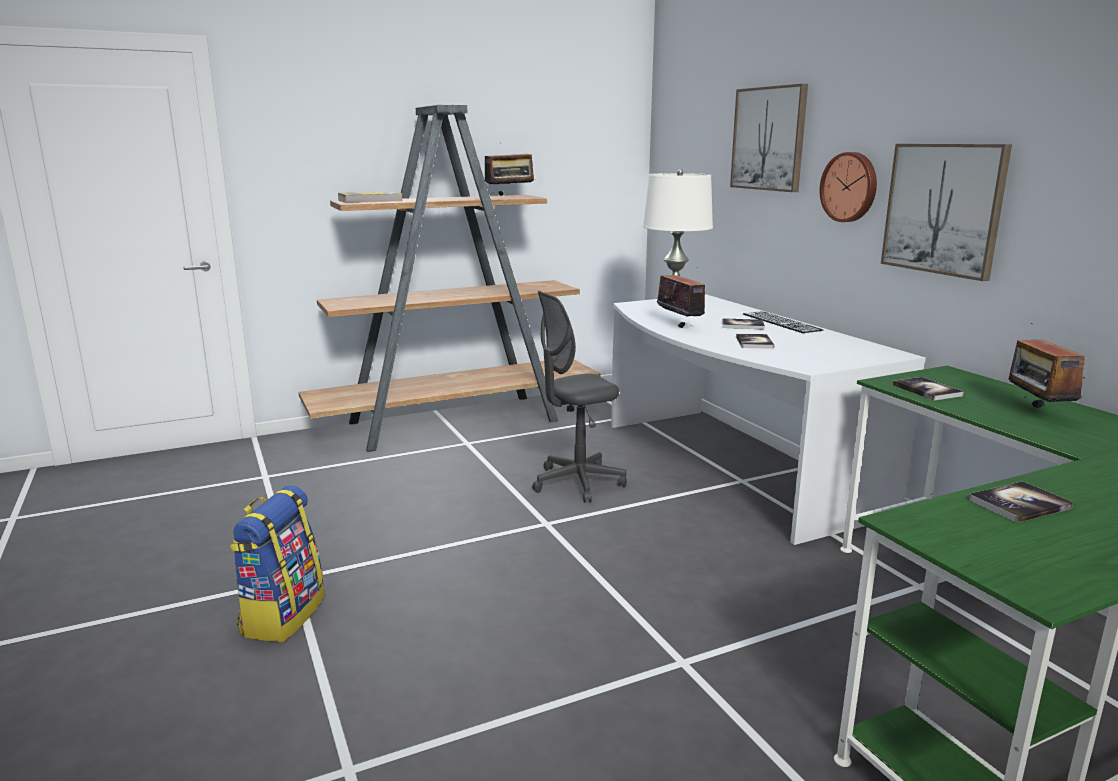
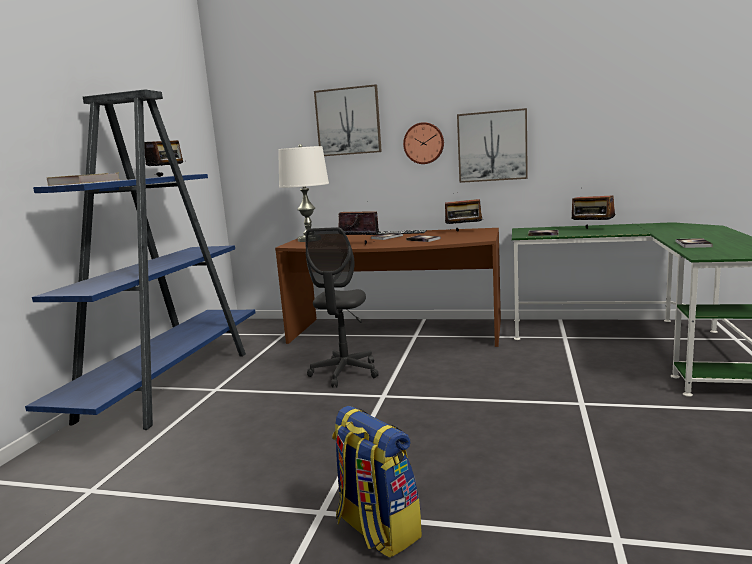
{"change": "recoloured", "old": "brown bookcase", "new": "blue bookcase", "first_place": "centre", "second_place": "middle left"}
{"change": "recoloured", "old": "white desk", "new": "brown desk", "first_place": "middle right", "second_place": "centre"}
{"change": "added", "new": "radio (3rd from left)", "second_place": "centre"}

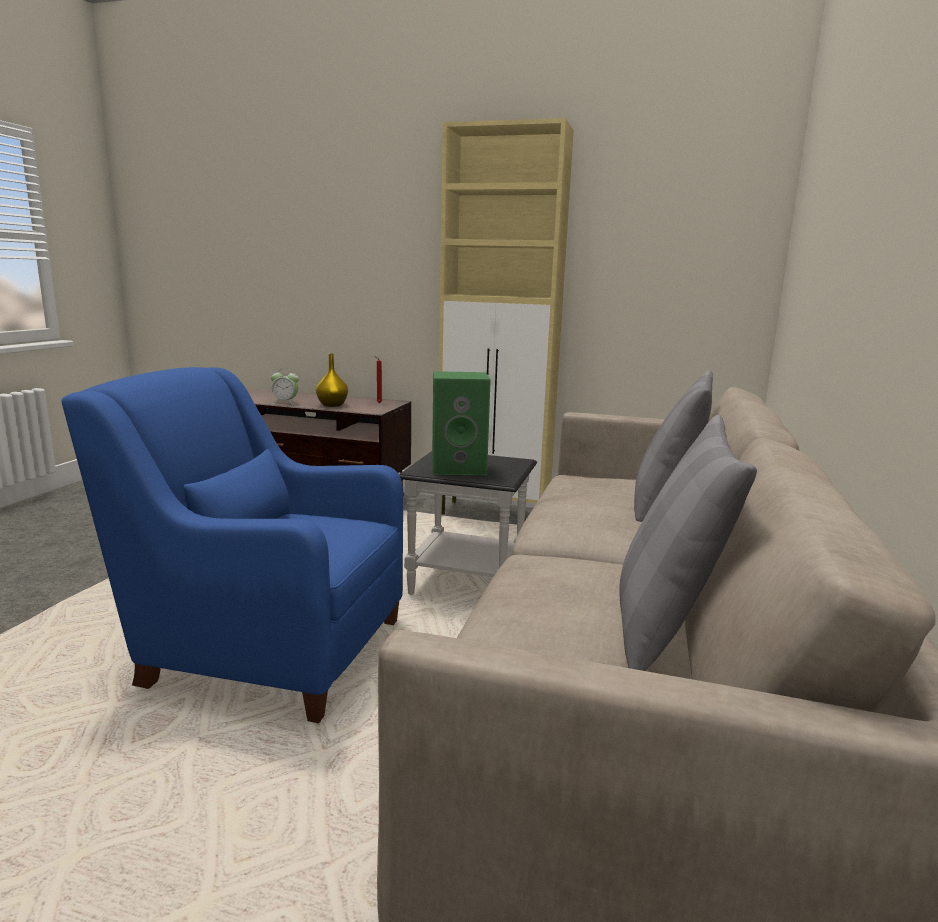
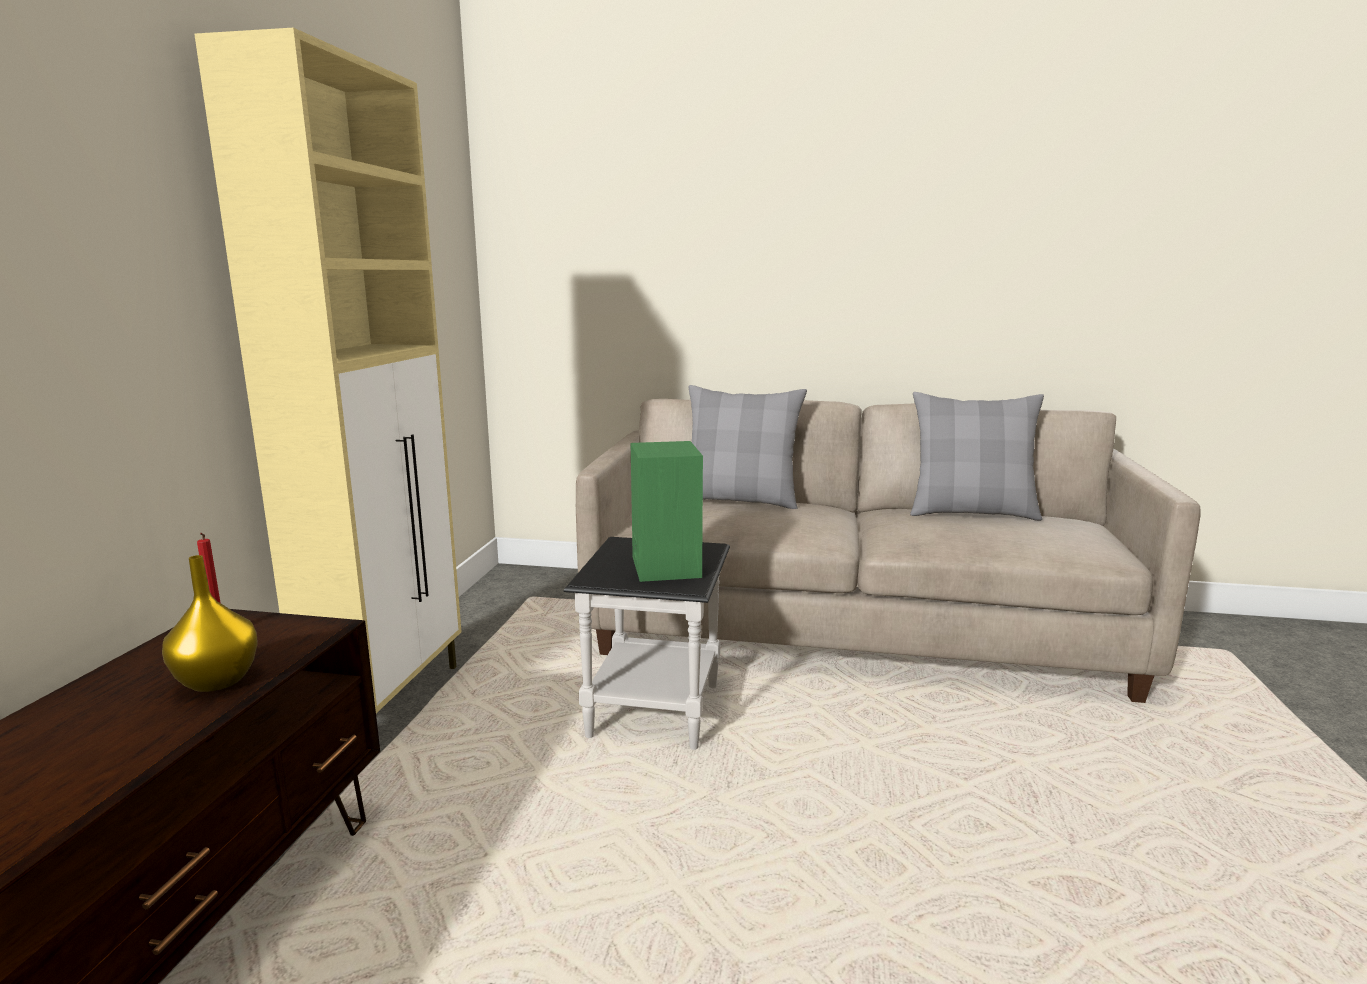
{"change": "removed", "old": "blue armchair", "first_place": "middle left"}
{"change": "removed", "old": "alarm clock", "first_place": "middle left"}

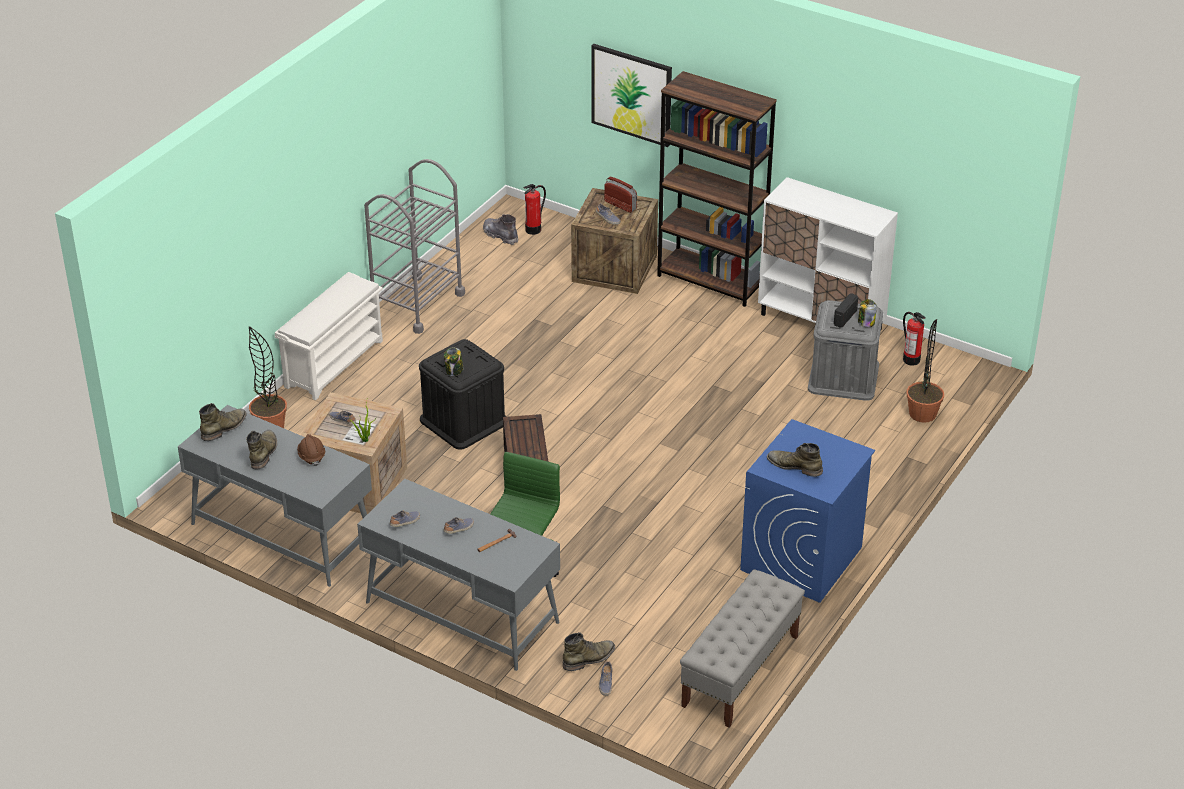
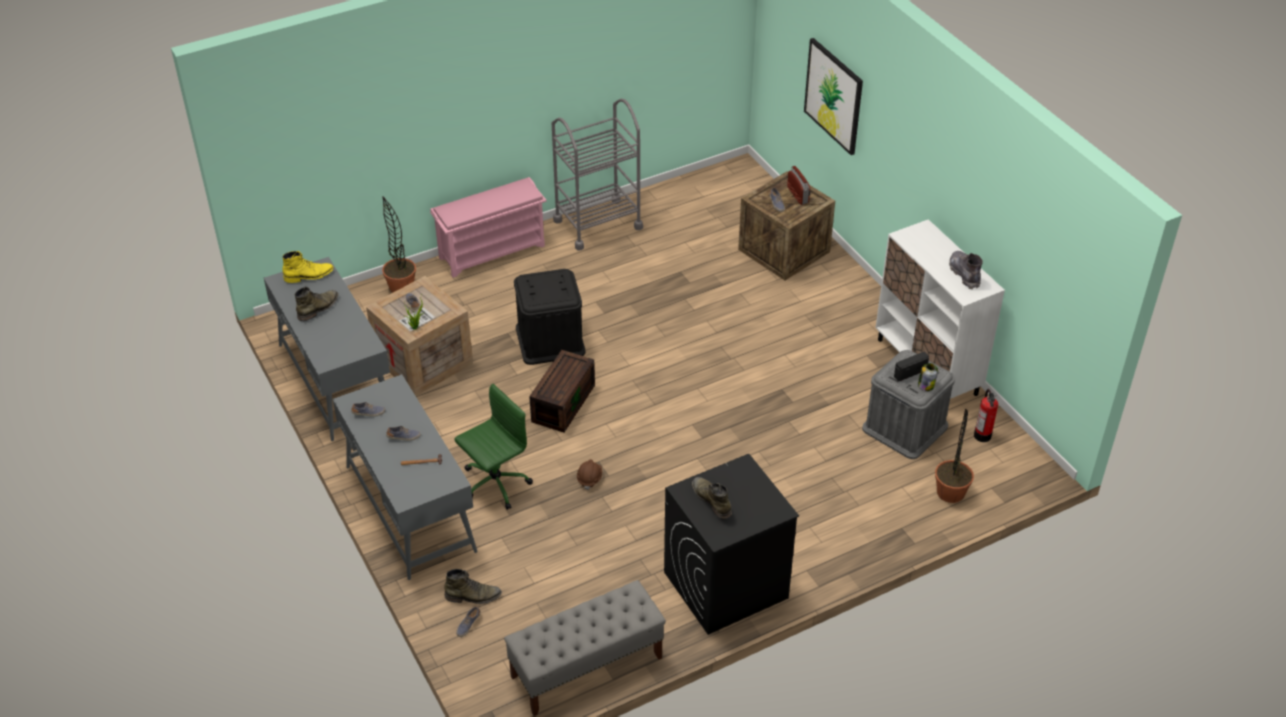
{"change": "recoloured", "old": "green boot (1st from left)", "new": "yellow boot", "first_place": "middle left", "second_place": "middle left"}
{"change": "recoloured", "old": "white shoe rack", "new": "pink shoe rack", "first_place": "middle left", "second_place": "top centre"}
{"change": "moved", "old": "brown hard hat", "first_place": "middle left", "second_place": "centre"}
{"change": "removed", "old": "jar (1st from left)", "first_place": "centre"}
{"change": "moved", "old": "grey boot", "first_place": "top centre", "second_place": "middle right"}
{"change": "removed", "old": "fire extinguisher (1st from left)", "first_place": "top centre"}
{"change": "removed", "old": "brown bookcase", "first_place": "top centre"}
{"change": "recoloured", "old": "blue washing machine", "new": "black washing machine", "first_place": "middle right", "second_place": "bottom centre"}

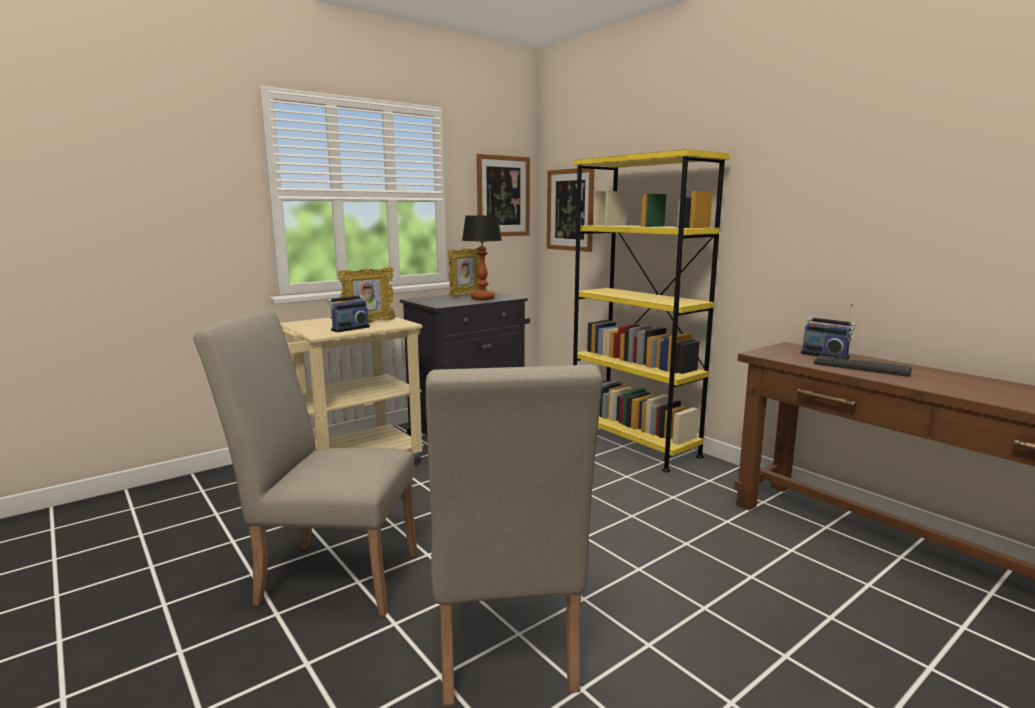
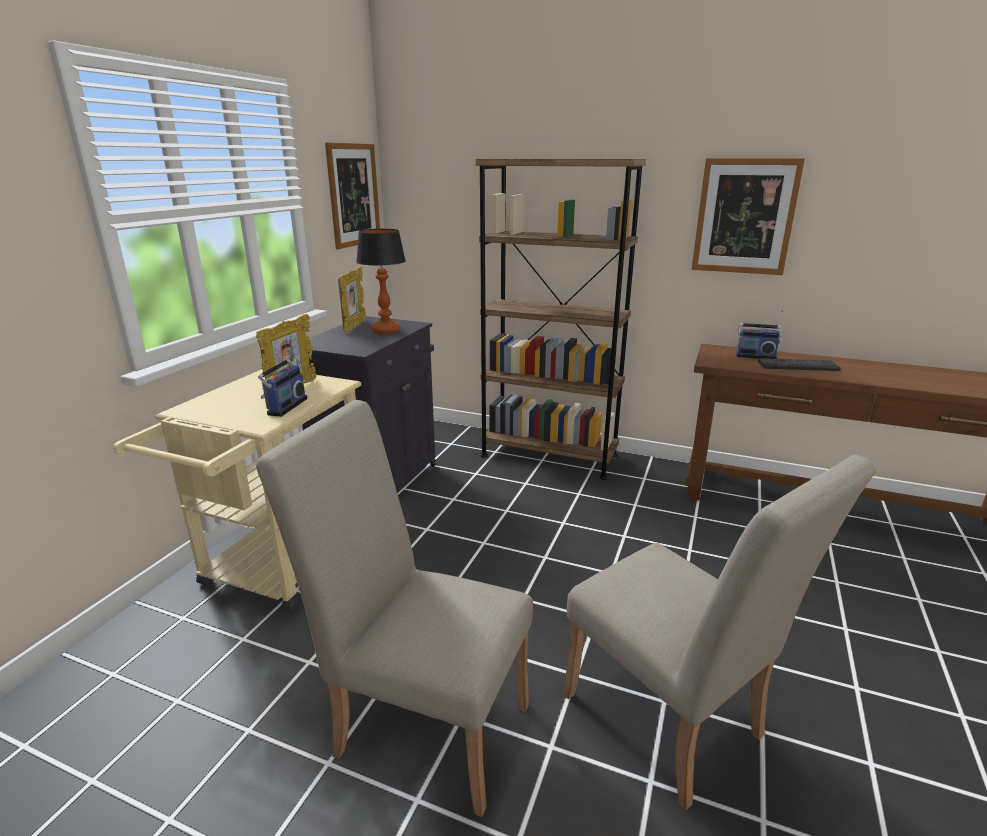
{"change": "turned", "old": "beige chair (1st from left)", "first_place": "middle left", "second_place": "bottom centre", "degrees": 45}
{"change": "moved", "old": "picture (2nd from left)", "first_place": "top centre", "second_place": "top right"}
{"change": "recoloured", "old": "yellow bookcase", "new": "brown bookcase", "first_place": "centre", "second_place": "centre"}

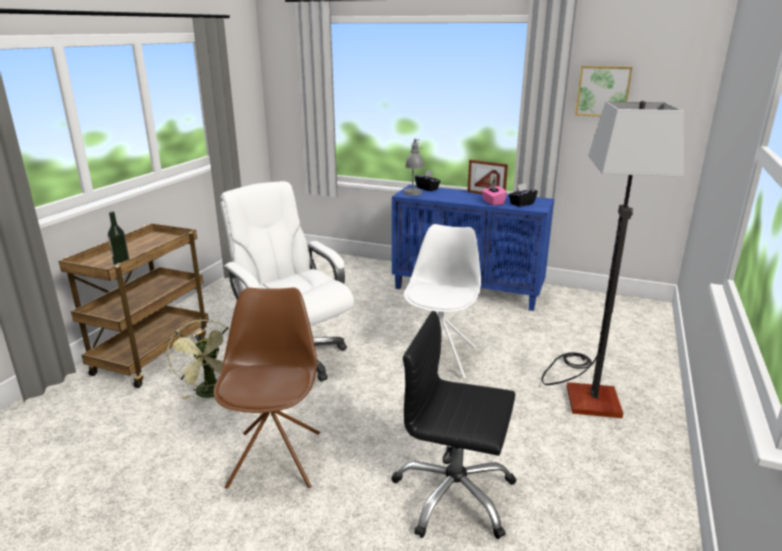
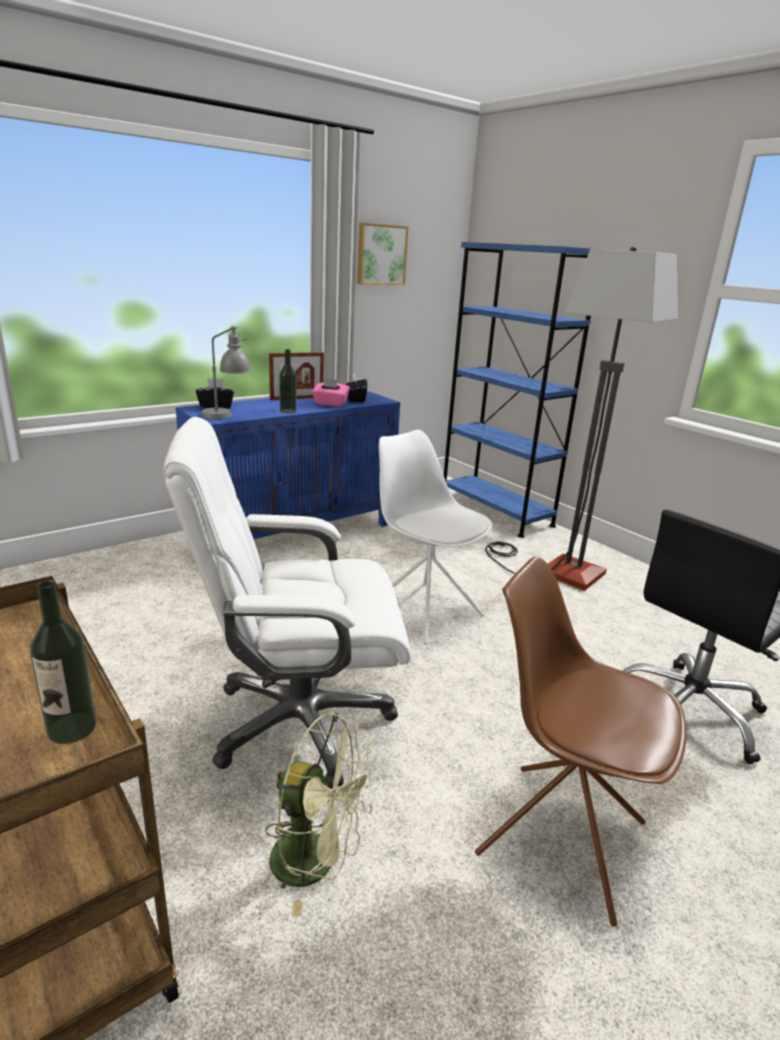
{"change": "added", "new": "bottle (2nd from left)", "second_place": "centre"}
{"change": "added", "new": "blue bookcase", "second_place": "middle right"}

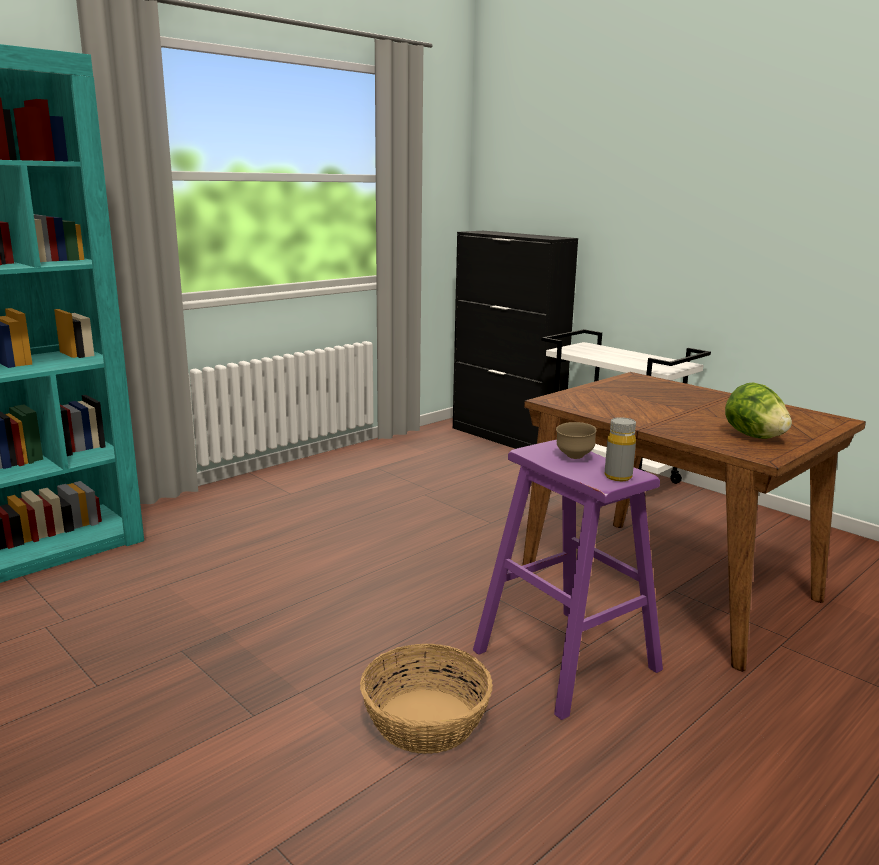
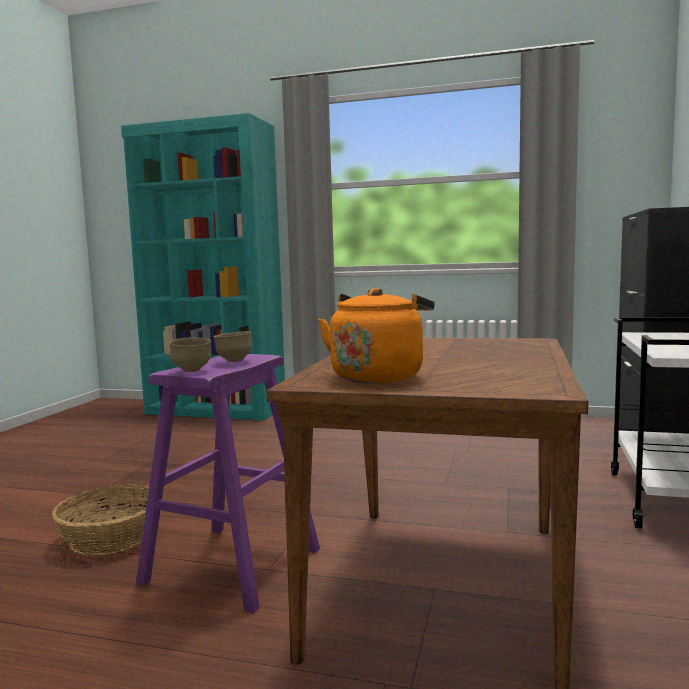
{"change": "replaced", "old": "grey bottle", "new": "brown bowl (1st from left)", "first_place": "middle right", "second_place": "middle left"}
{"change": "replaced", "old": "lettuce", "new": "orange kettle", "first_place": "middle right", "second_place": "centre"}

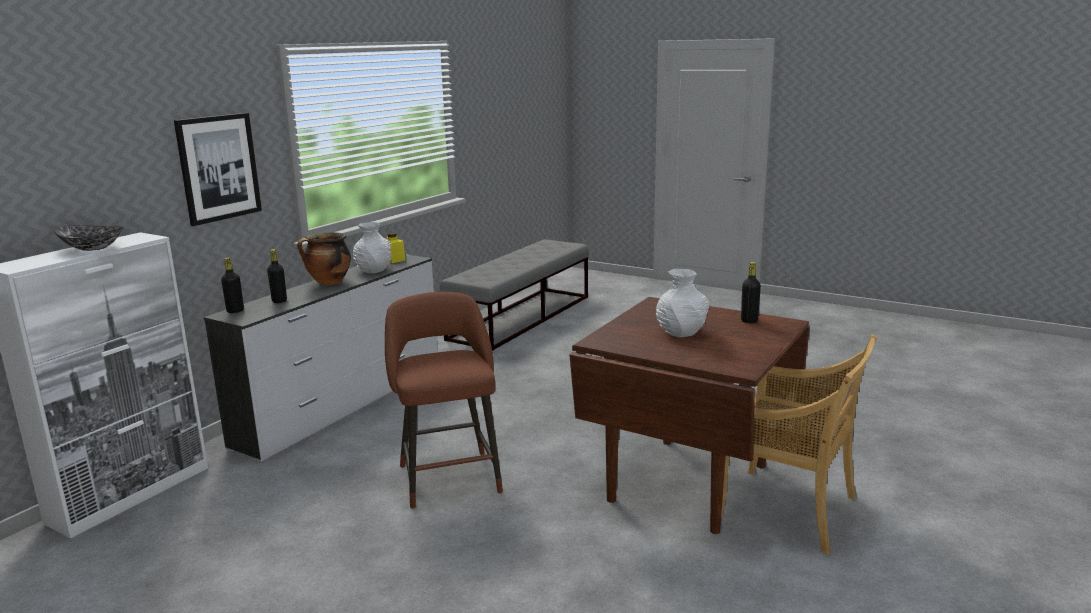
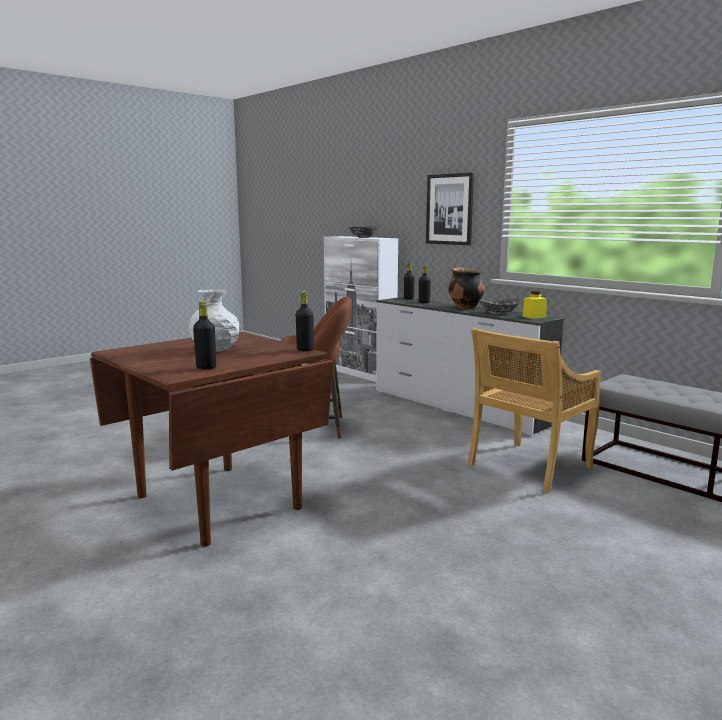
{"change": "replaced", "old": "white vase (1st from left)", "new": "bowl (2nd from left)", "first_place": "centre", "second_place": "middle right"}
{"change": "moved", "old": "beige chair", "first_place": "bottom right", "second_place": "middle right"}
{"change": "added", "new": "black bottle (2nd from left)", "second_place": "centre"}

